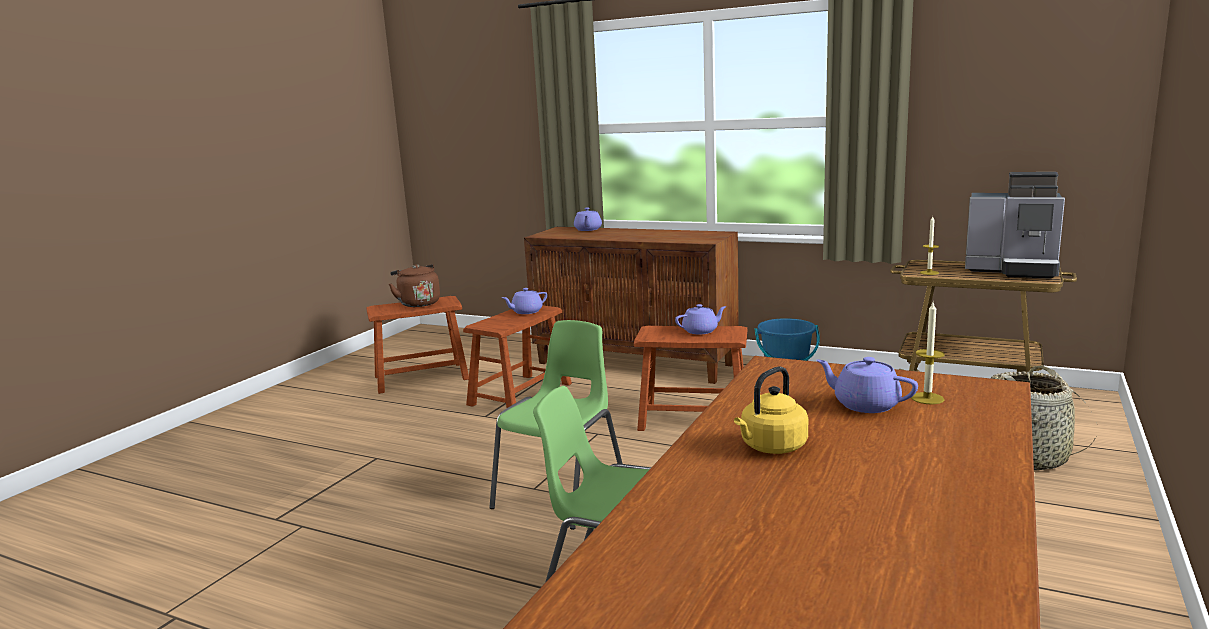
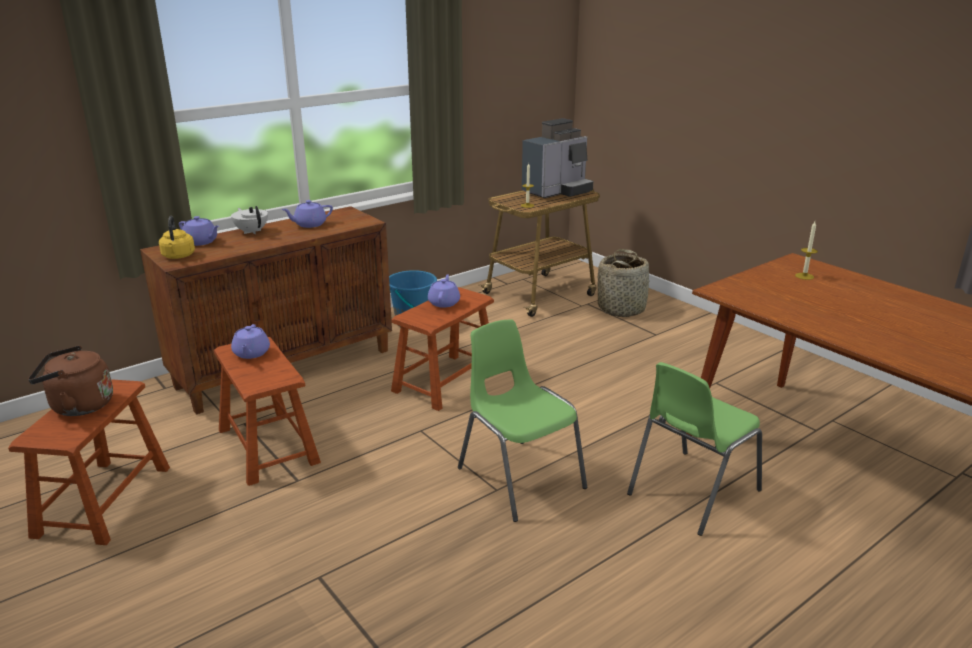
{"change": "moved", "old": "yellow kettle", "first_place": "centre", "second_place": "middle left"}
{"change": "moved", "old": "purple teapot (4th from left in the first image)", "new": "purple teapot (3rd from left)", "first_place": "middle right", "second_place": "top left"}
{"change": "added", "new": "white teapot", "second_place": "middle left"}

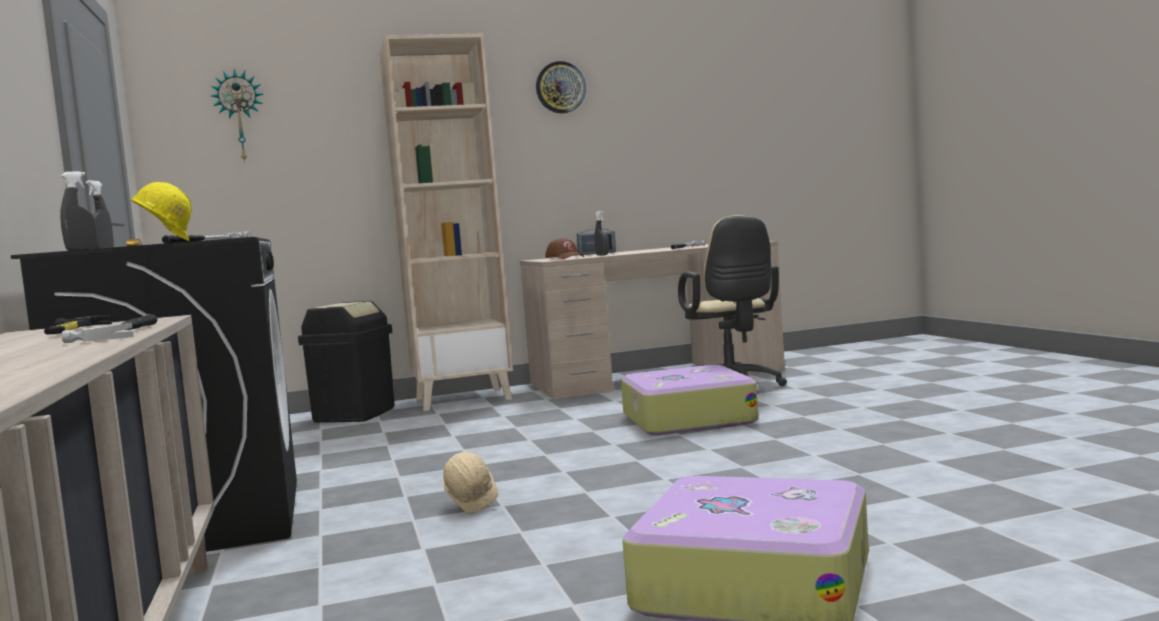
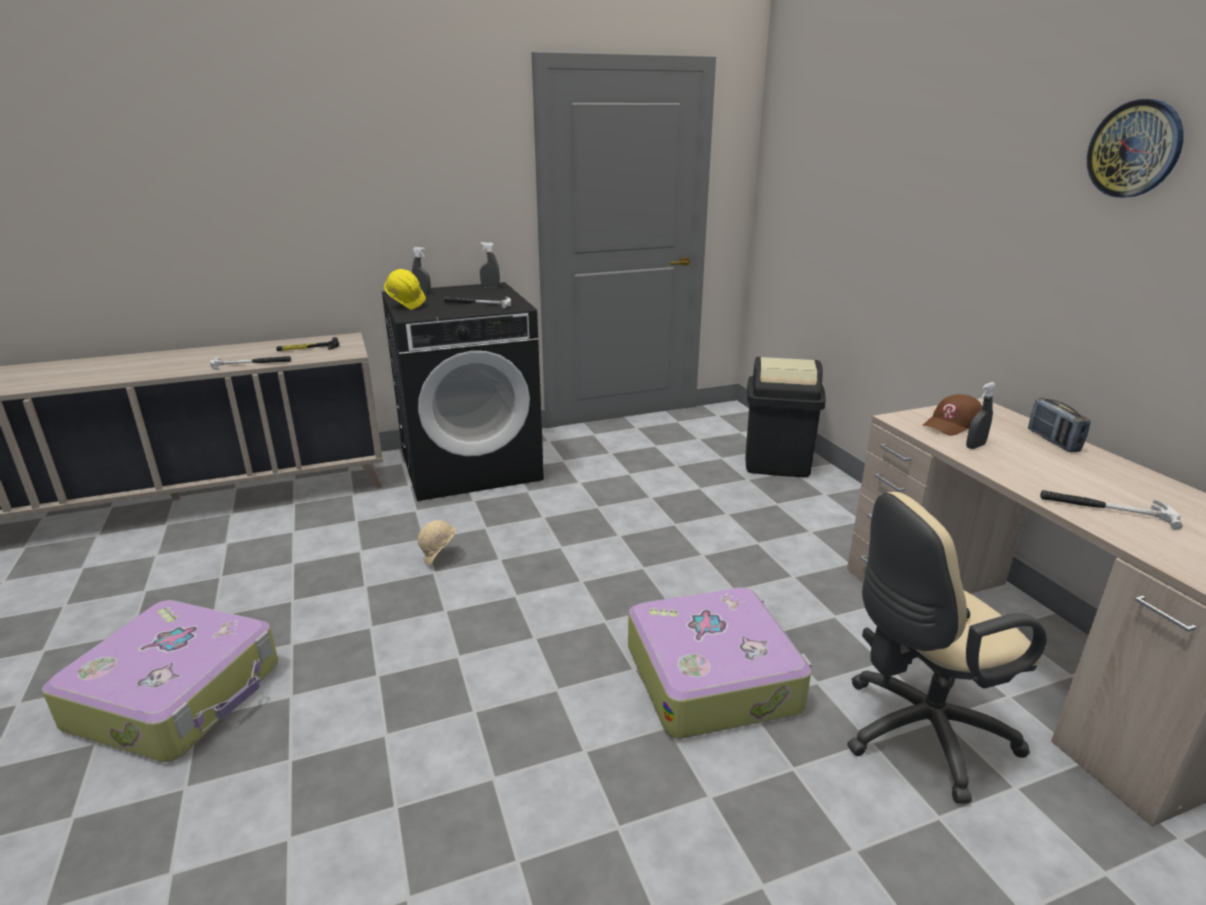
{"change": "removed", "old": "wall clock (1st from left)", "first_place": "top left"}
{"change": "removed", "old": "beige bookcase", "first_place": "centre"}

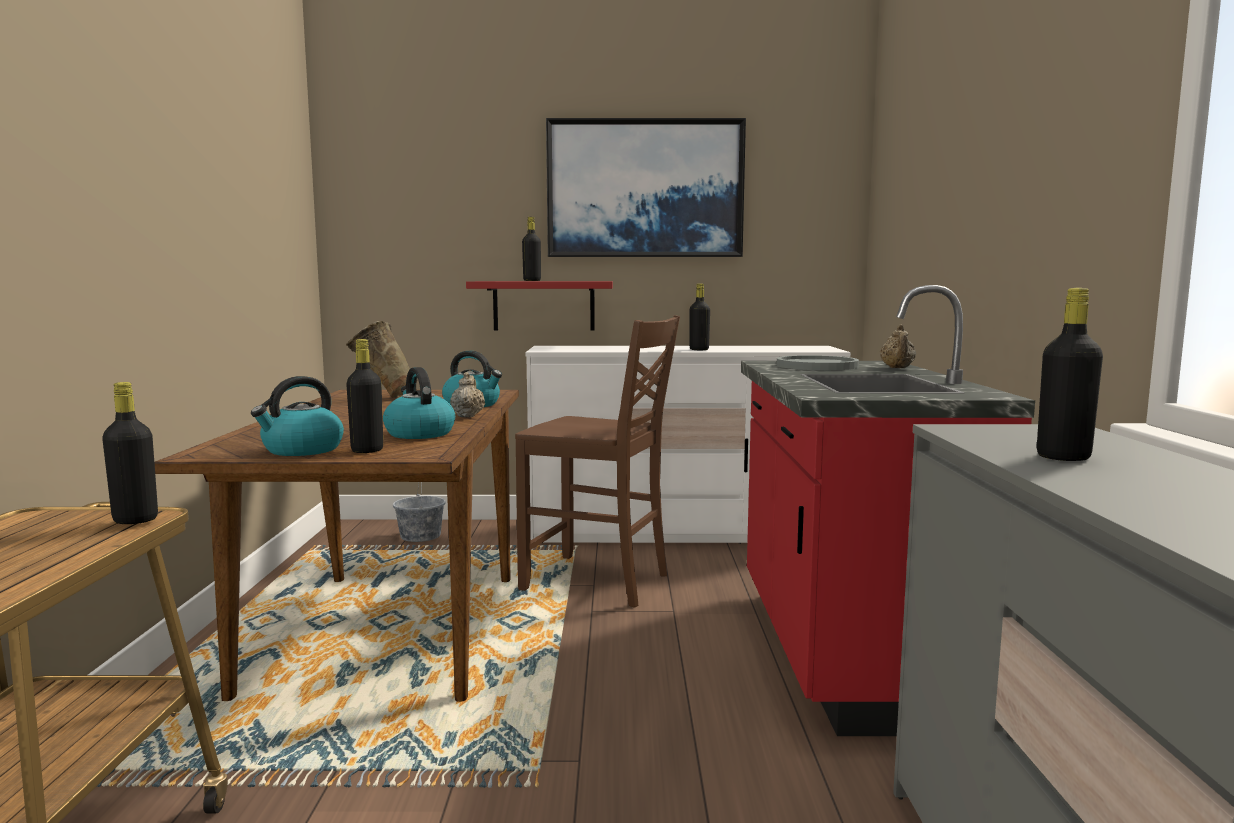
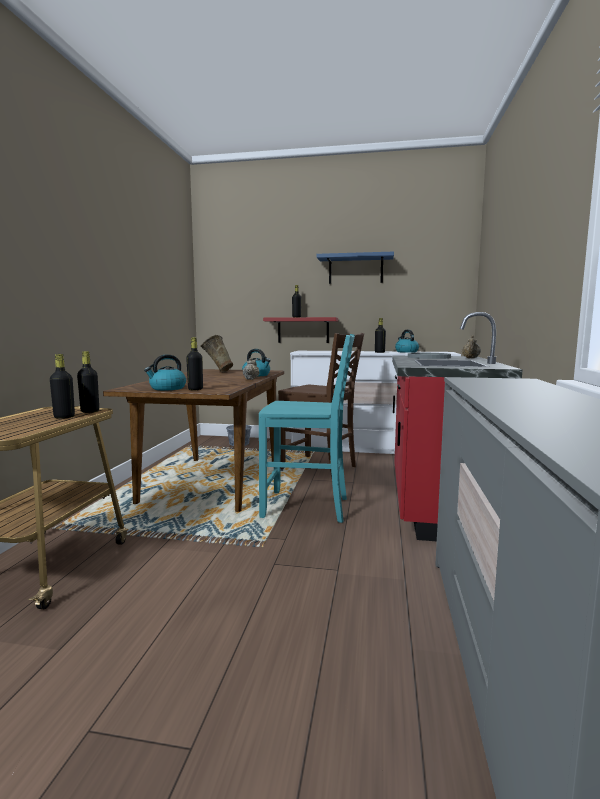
{"change": "moved", "old": "kettle (2nd from left in the first image)", "new": "kettle (3rd from left)", "first_place": "centre", "second_place": "middle right"}
{"change": "replaced", "old": "picture", "new": "blue shelf", "first_place": "top centre", "second_place": "centre"}
{"change": "moved", "old": "black bottle (5th from left in the first image)", "new": "black bottle (1st from left)", "first_place": "middle right", "second_place": "middle left"}
{"change": "added", "new": "turquoise chair", "second_place": "centre"}

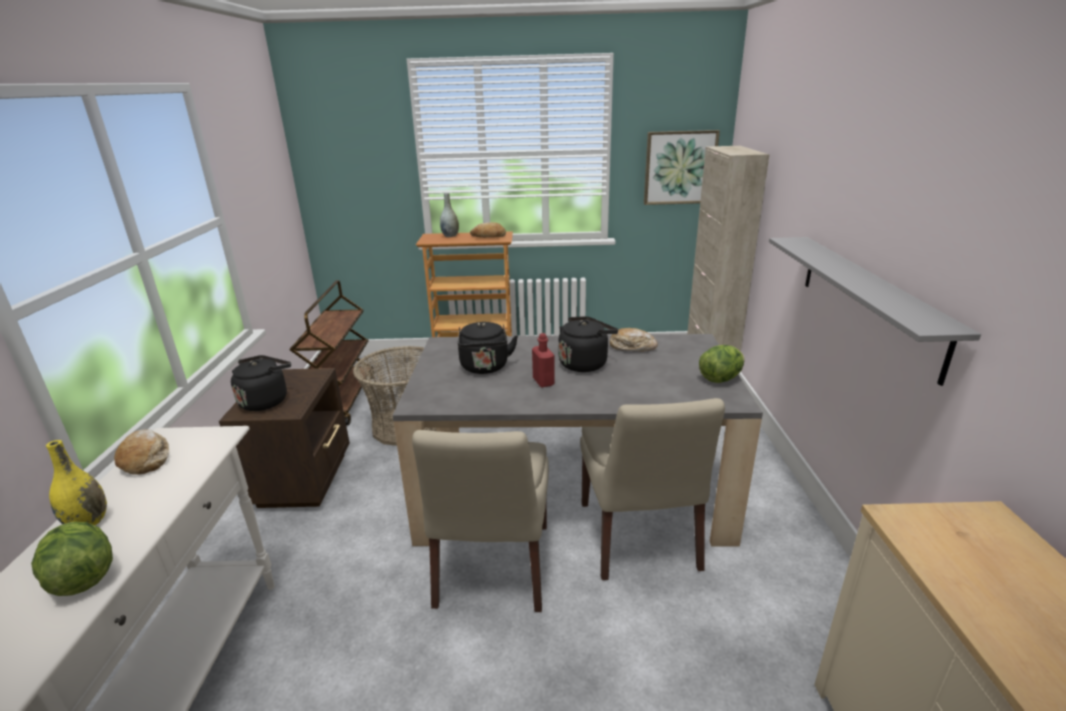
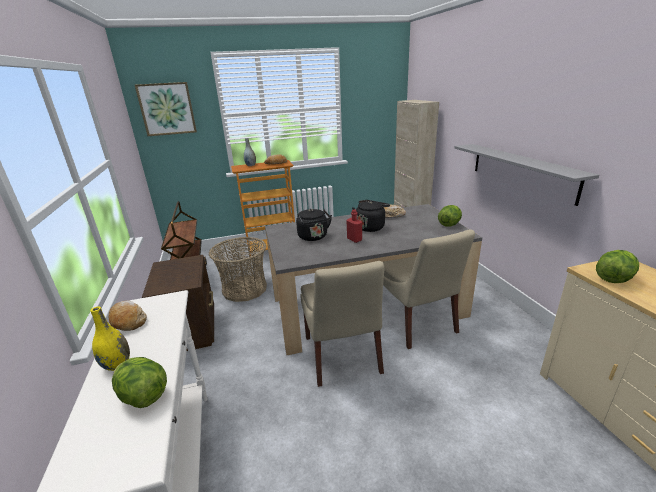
{"change": "removed", "old": "black kettle (1st from left)", "first_place": "middle left"}
{"change": "moved", "old": "picture", "first_place": "top centre", "second_place": "top left"}
{"change": "added", "new": "lettuce (3rd from left)", "second_place": "middle right"}

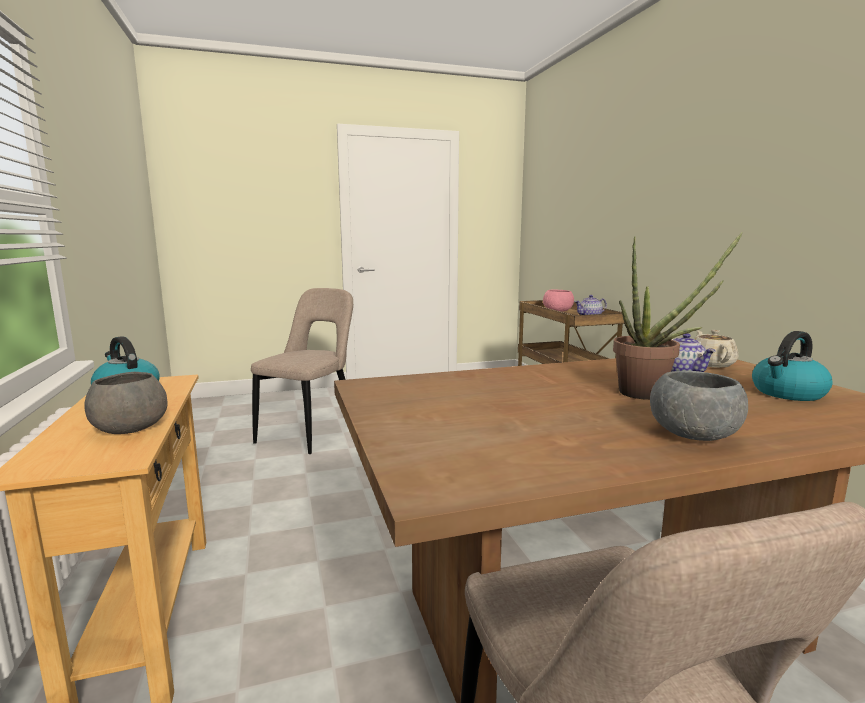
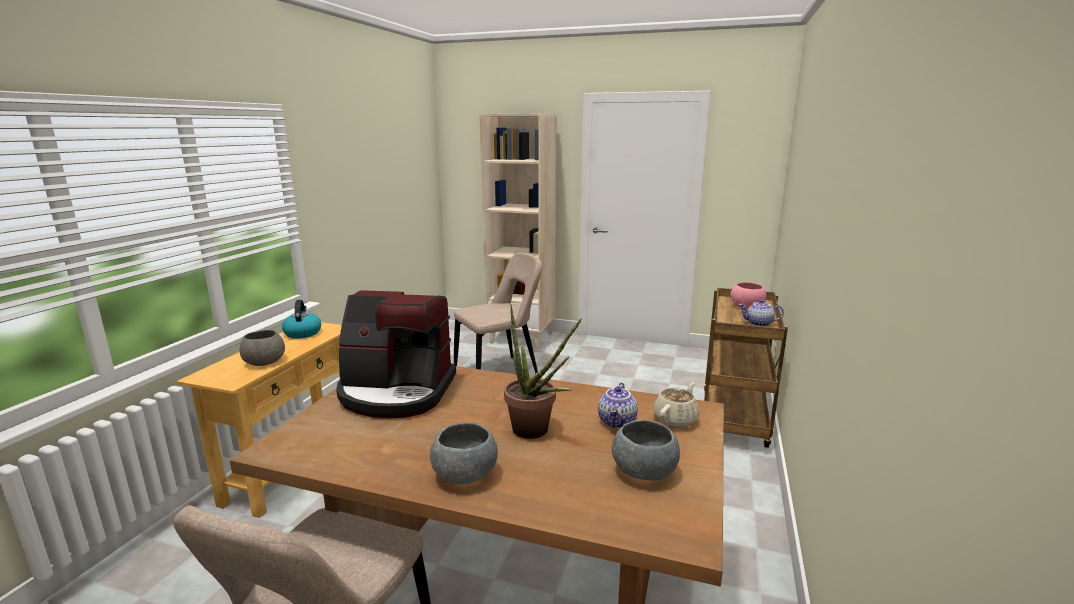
{"change": "replaced", "old": "kettle (2nd from left)", "new": "grey bowl (3rd from left)", "first_place": "middle right", "second_place": "bottom centre"}
{"change": "added", "new": "coffee machine", "second_place": "centre"}
{"change": "added", "new": "beige bookcase", "second_place": "centre"}

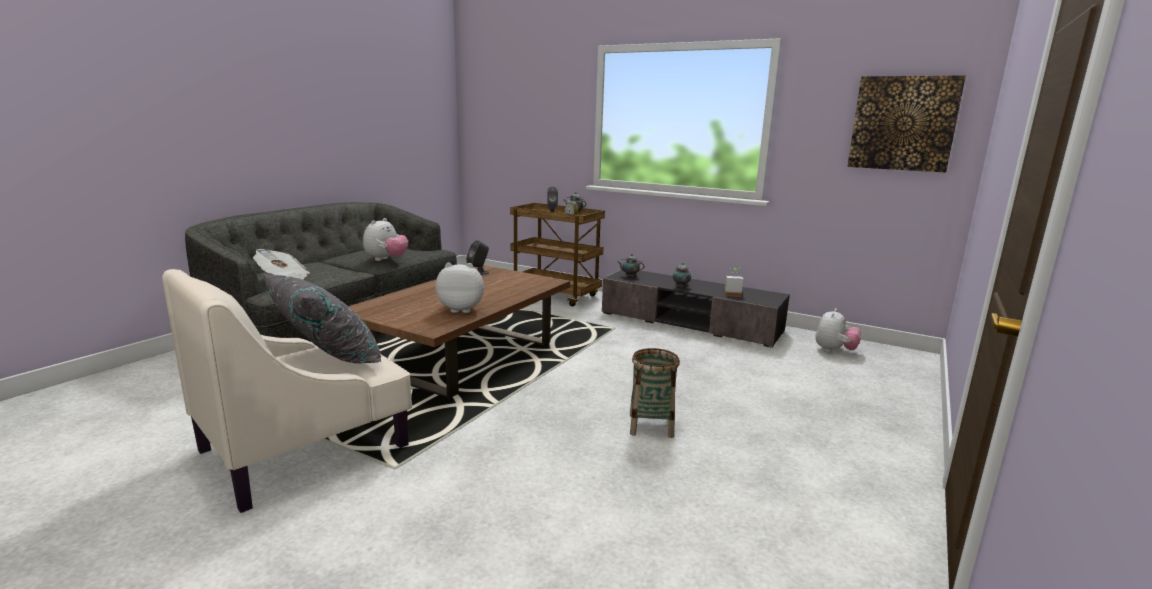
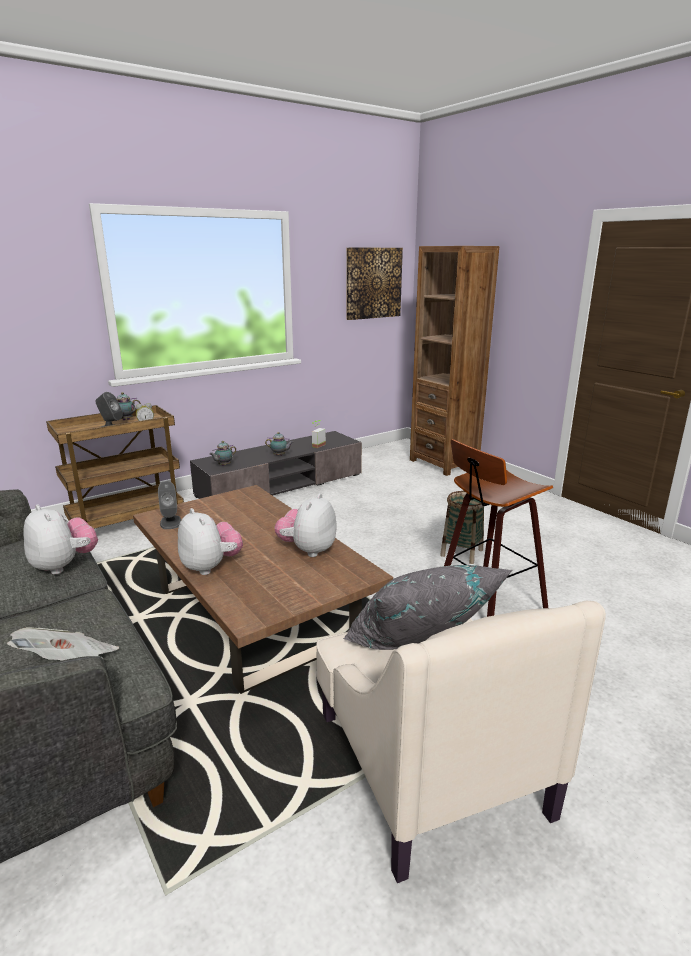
{"change": "moved", "old": "plush toy (3rd from left in the first image)", "new": "plush toy (2nd from left)", "first_place": "middle right", "second_place": "middle left"}
{"change": "added", "new": "brown bookcase", "second_place": "centre"}
{"change": "added", "new": "stool", "second_place": "middle right"}

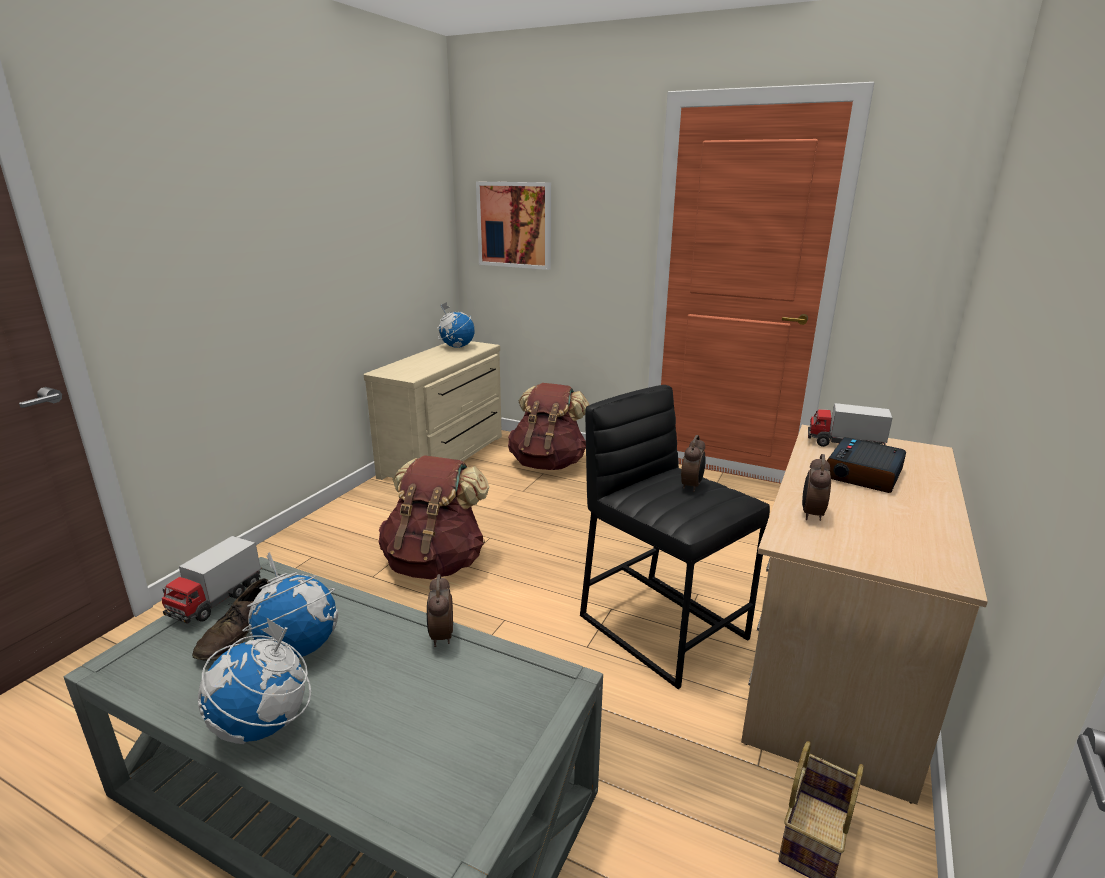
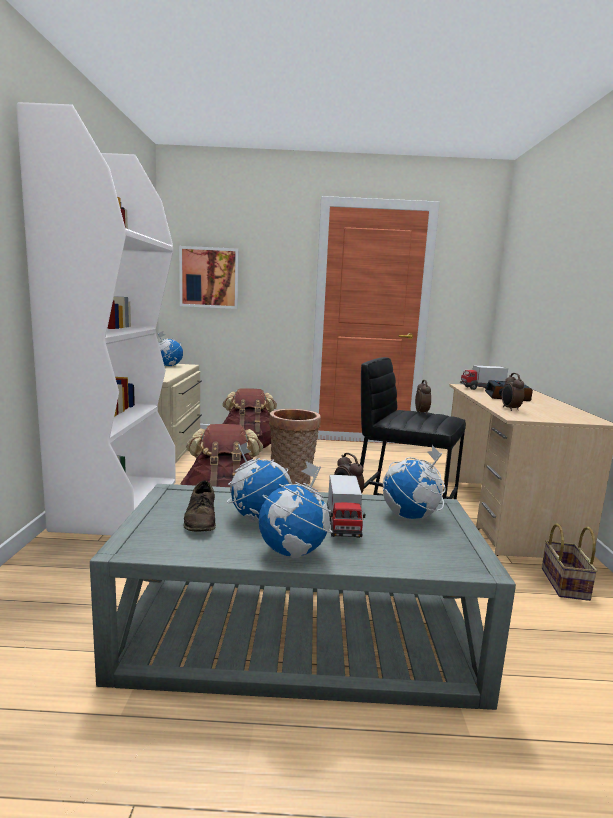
{"change": "moved", "old": "toy truck (1st from left)", "first_place": "middle left", "second_place": "centre"}
{"change": "added", "new": "white bookcase", "second_place": "middle left"}
{"change": "added", "new": "basket (1st from left)", "second_place": "centre"}
{"change": "added", "new": "globe (4th from left)", "second_place": "middle right"}

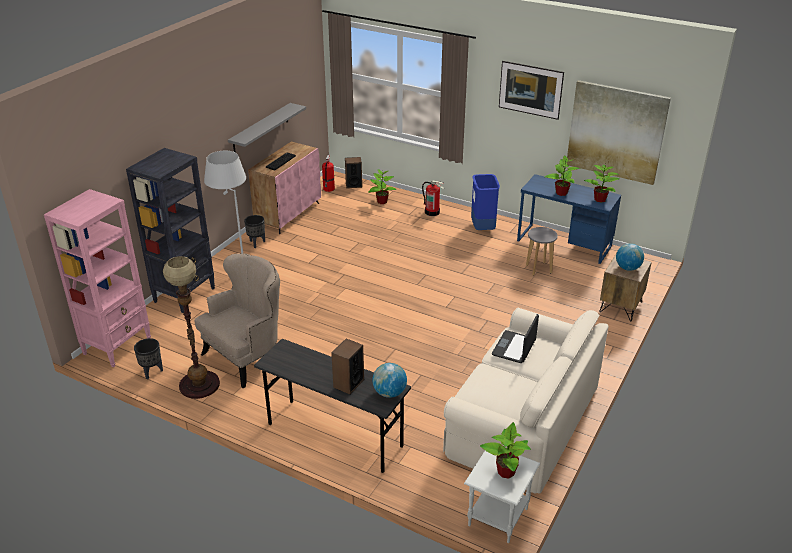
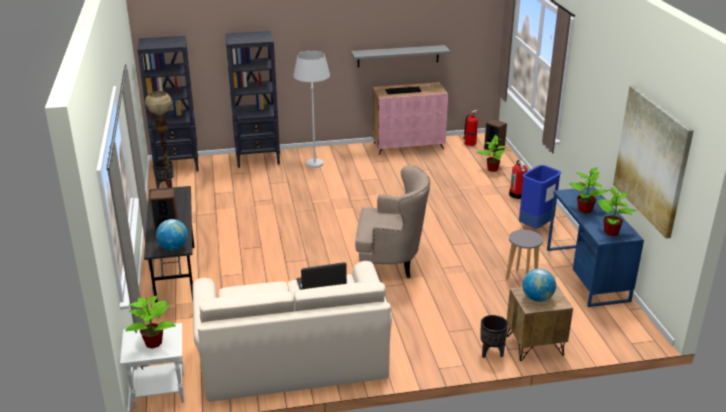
{"change": "recoloured", "old": "pink bookcase", "new": "black bookcase (1st from left)", "first_place": "middle left", "second_place": "top left"}
{"change": "moved", "old": "beige armchair", "first_place": "middle left", "second_place": "centre"}
{"change": "moved", "old": "black planter (2nd from left)", "first_place": "middle left", "second_place": "bottom right"}
{"change": "removed", "old": "picture (1st from left)", "first_place": "top right"}

